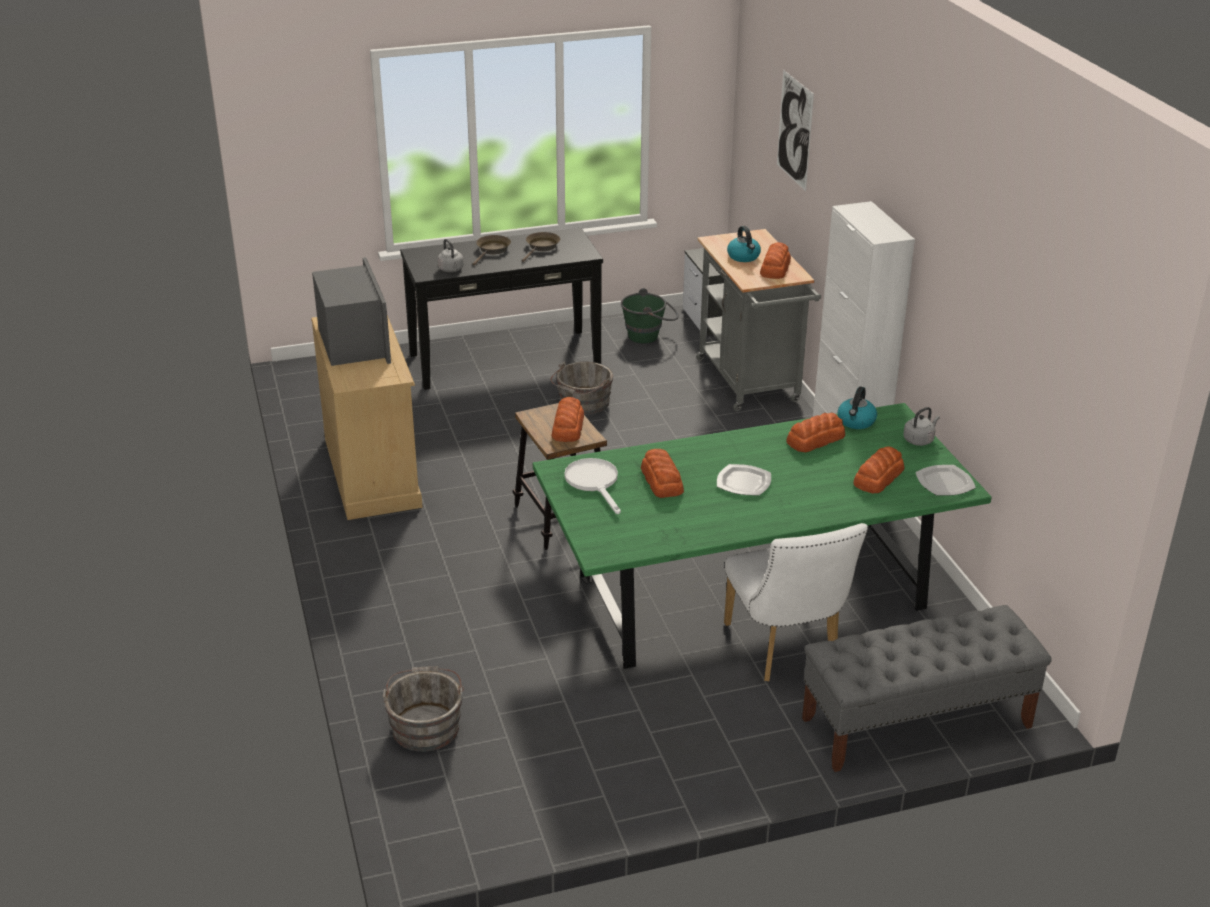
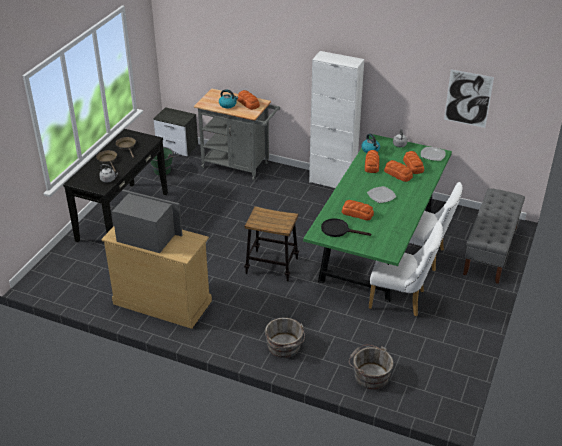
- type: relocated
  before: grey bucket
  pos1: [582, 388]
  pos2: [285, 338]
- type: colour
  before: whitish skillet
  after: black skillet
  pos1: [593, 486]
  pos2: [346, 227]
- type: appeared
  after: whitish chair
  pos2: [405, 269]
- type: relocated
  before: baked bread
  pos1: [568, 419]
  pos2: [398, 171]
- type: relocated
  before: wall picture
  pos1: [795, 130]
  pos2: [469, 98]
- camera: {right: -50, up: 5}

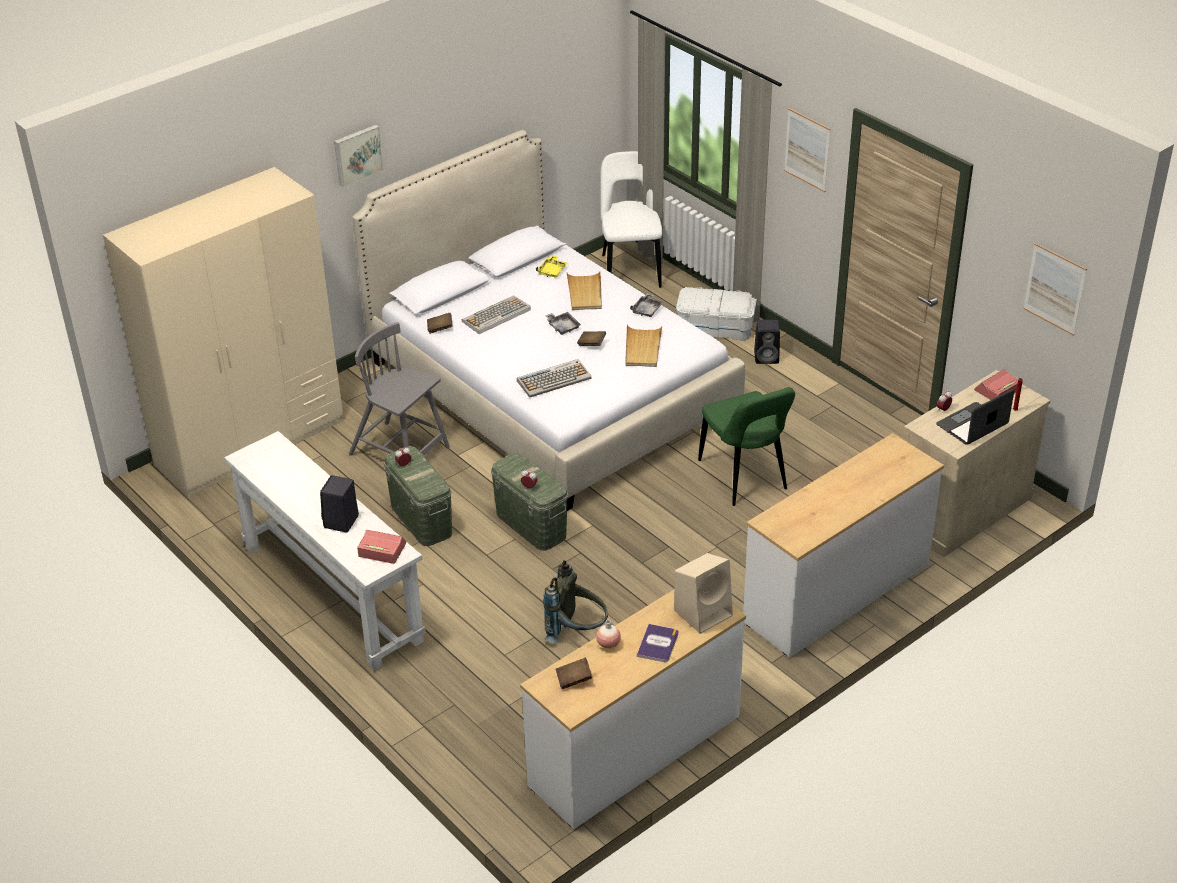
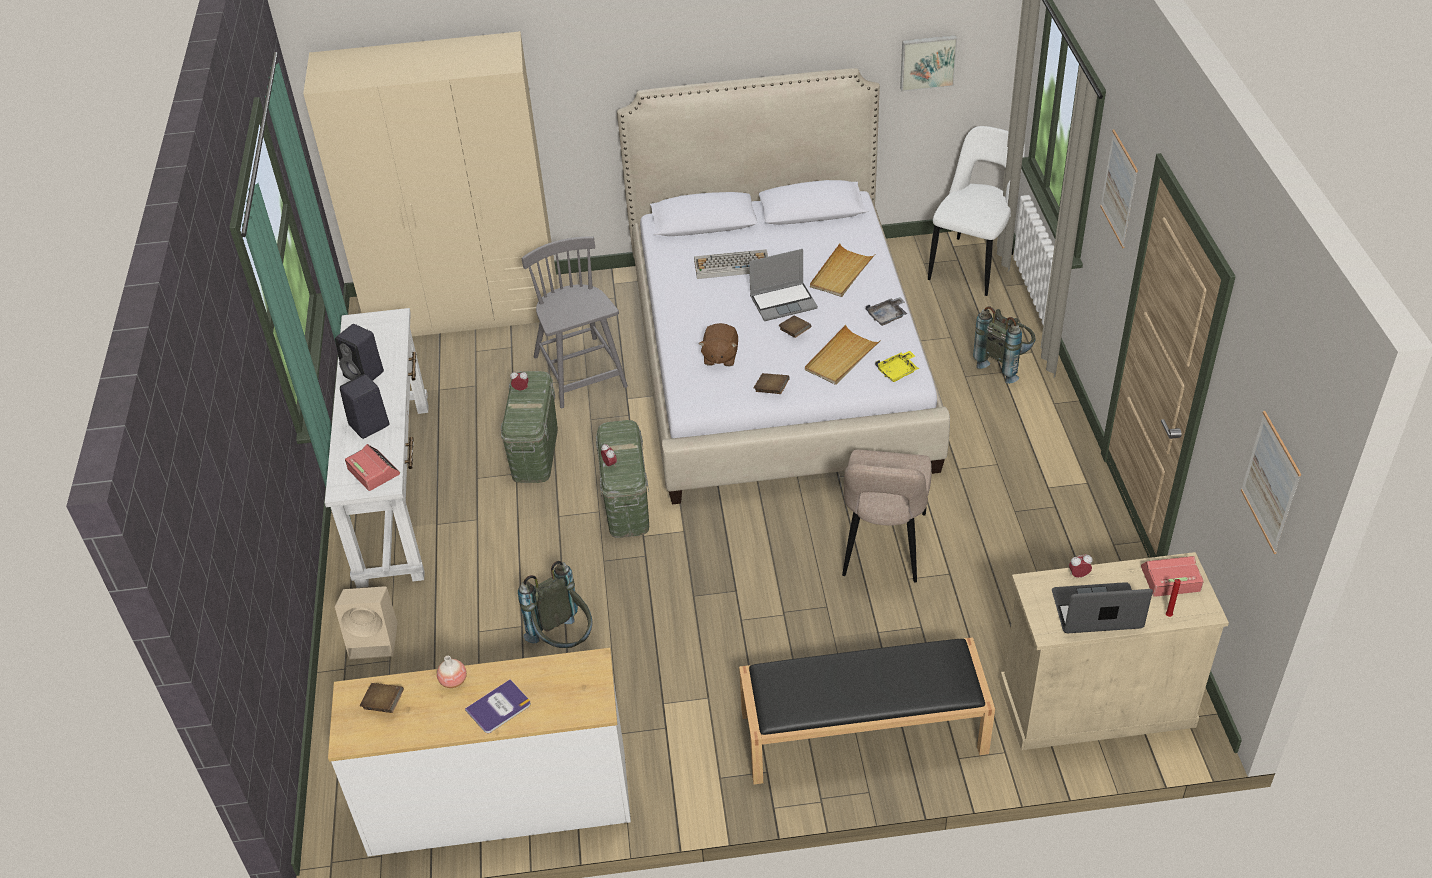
- type: relocated
  before: black audio speaker
  pos1: [767, 342]
  pos2: [359, 352]
- type: relocated
  before: sand-coloured audio speaker
  pos1: [703, 593]
  pos2: [366, 623]
- type: exchanged
  before: computer keyboard
  after: brown soft toy
  pos1: [554, 378]
  pos2: [718, 344]
- type: exchanged
  before: whitish chest of drawers
  after: black long seat
  pos1: [843, 545]
  pos2: [867, 710]
- type: exchanged
  before: grey serving tray
  after: portable computer
  pos1: [563, 323]
  pos2: [783, 285]
- type: relocated
  before: brown volume
  pos1: [440, 323]
  pos2: [772, 383]
- type: colour
  before: green chair
  after: sand-coloured chair
  pos1: [746, 446]
  pos2: [887, 516]
- type: relocated
  before: yellowish serving tray
  pos1: [552, 266]
  pos2: [897, 366]
- type: relocated
  before: wall picture
  pos1: [359, 156]
  pos2: [928, 63]
- type: exchanged
  before: whitish storage box
  after: grey rucksack
  pos1: [716, 314]
  pos2: [1004, 345]
- camera: {right: 35, up: 5}

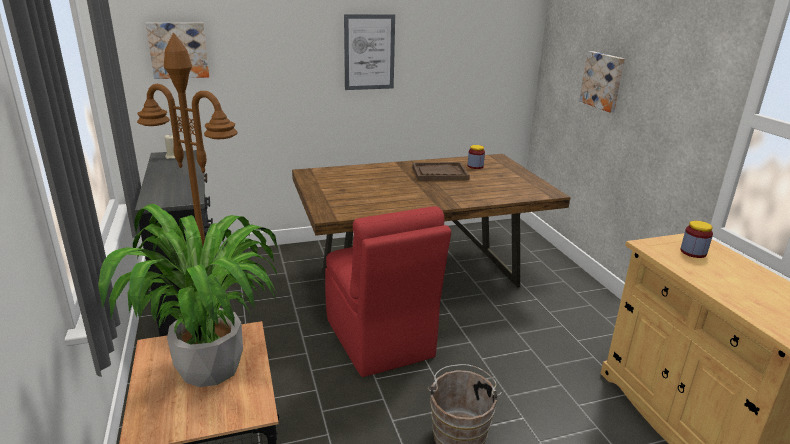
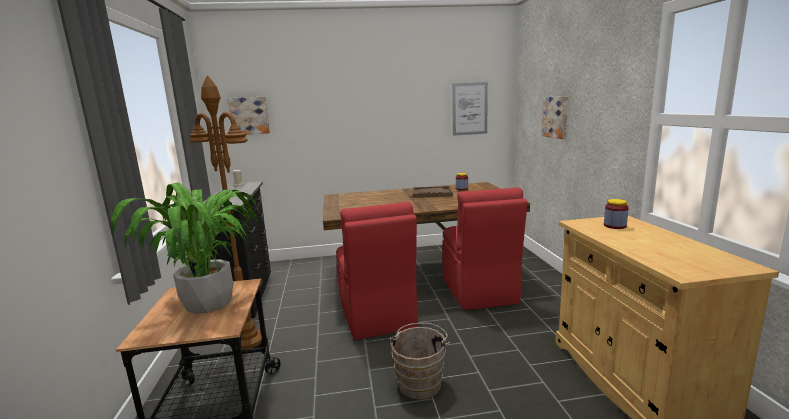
- type: appeared
  after: reddish chair
  pos2: [485, 248]
- type: relocated
  before: wall picture
  pos1: [369, 52]
  pos2: [470, 109]
- camera: {right: 10, up: -10}

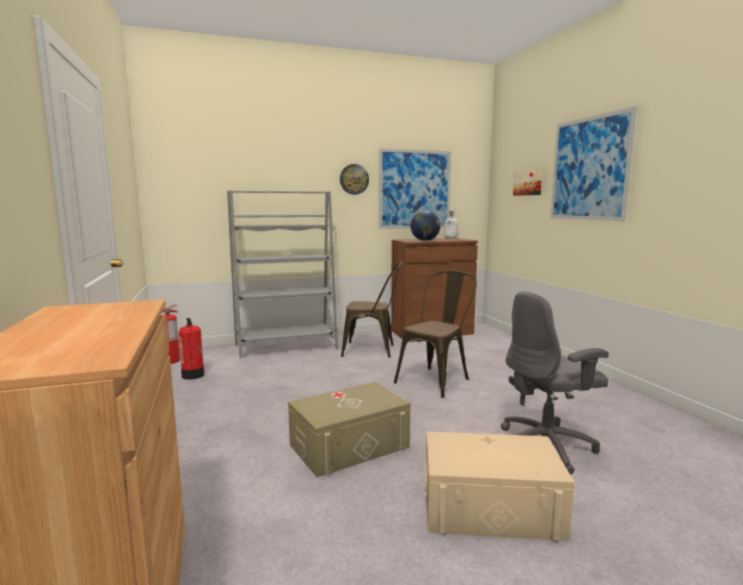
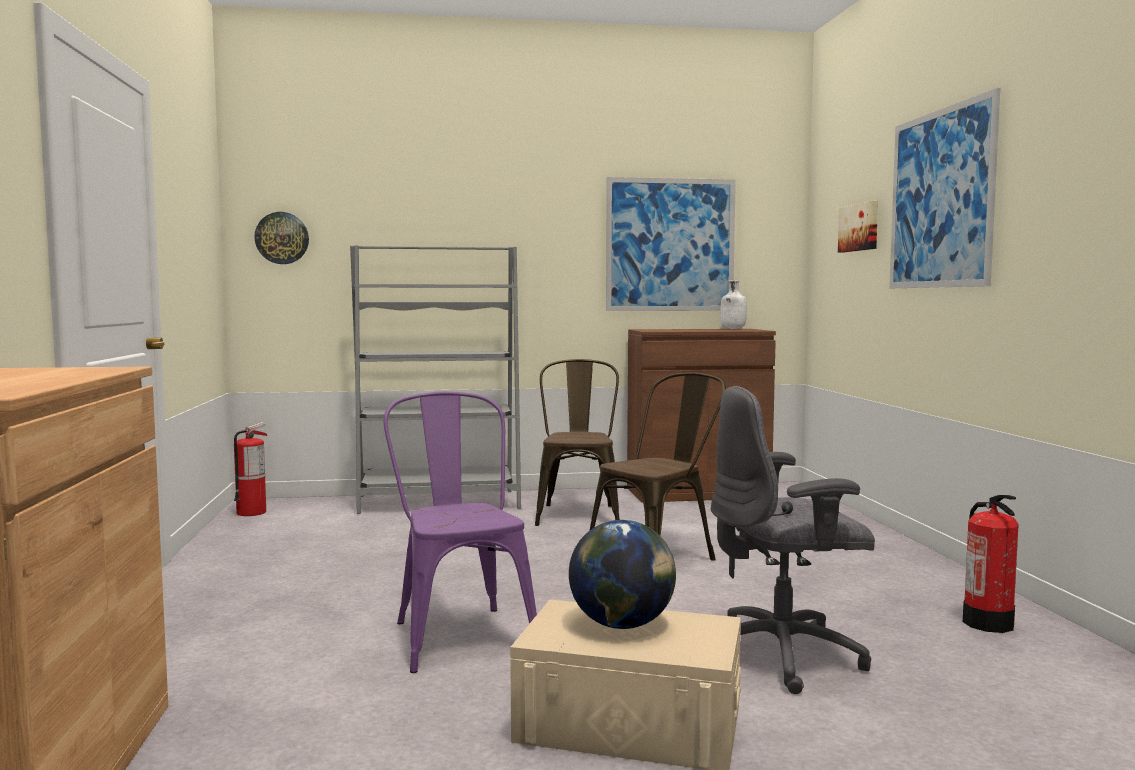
- type: relocated
  before: clock on the wall
  pos1: [354, 179]
  pos2: [281, 238]
- type: exchanged
  before: sand-coloured storage box
  after: purplish chair
  pos1: [349, 429]
  pos2: [460, 532]
- type: spun
  before: brown chair
  pos1: [371, 310]
  pos2: [577, 442]
  turn: -105
- type: relocated
  before: world globe
  pos1: [426, 226]
  pos2: [622, 574]
- type: relocated
  before: fire-fighting cylinder
  pos1: [191, 349]
  pos2: [991, 564]
- camera: {right: 10, up: -5}

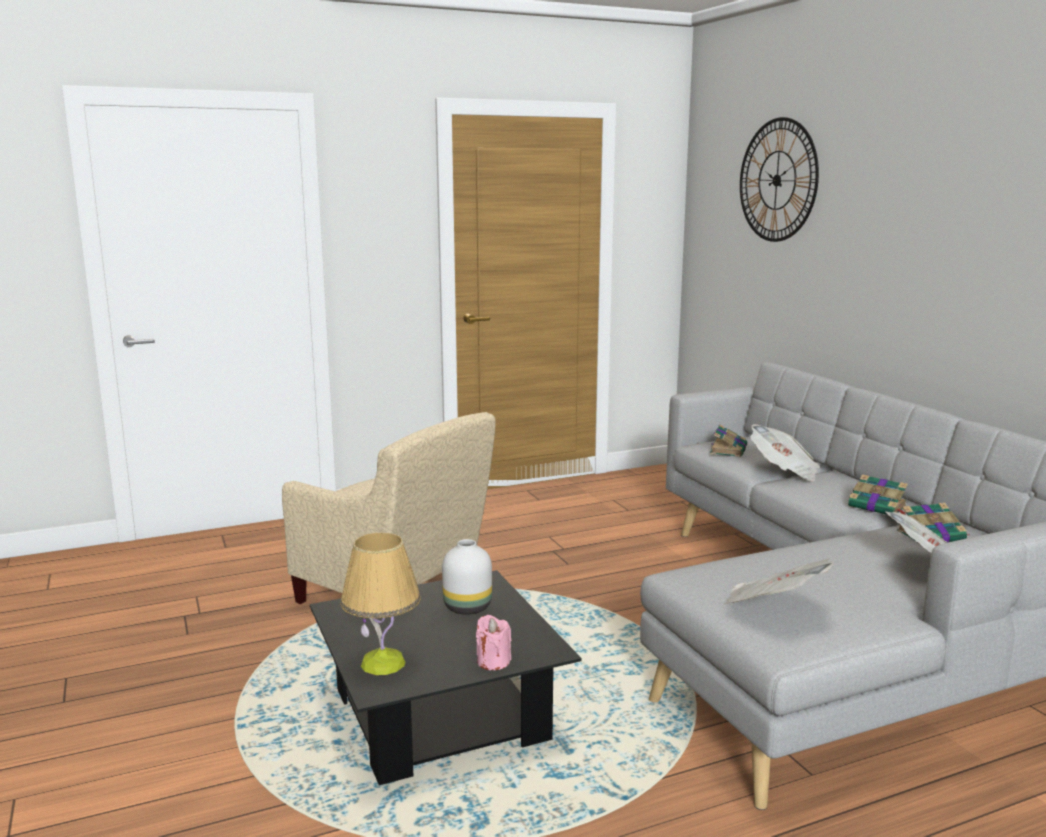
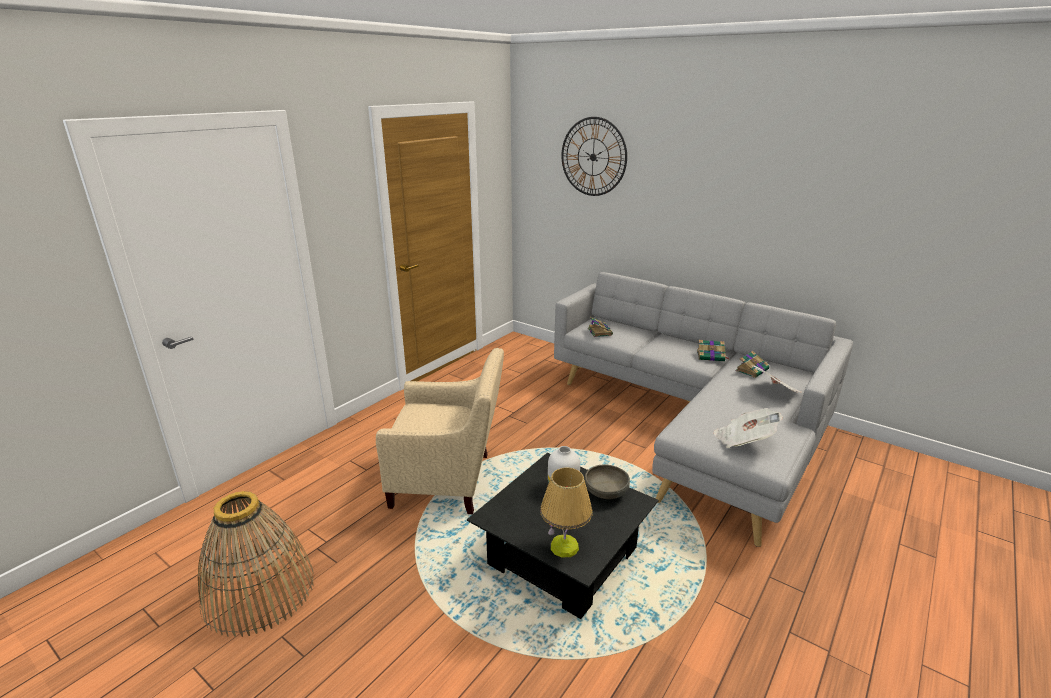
- type: appeared
  after: storage basket
  pos2: [256, 564]
- type: appeared
  after: grey serving bowl
  pos2: [607, 482]
- type: missing
  before: pink-coloured wax candle
  pos1: [493, 642]
- type: missing
  before: printed paper
  pos1: [785, 452]
- camera: {right: -30, up: 10}

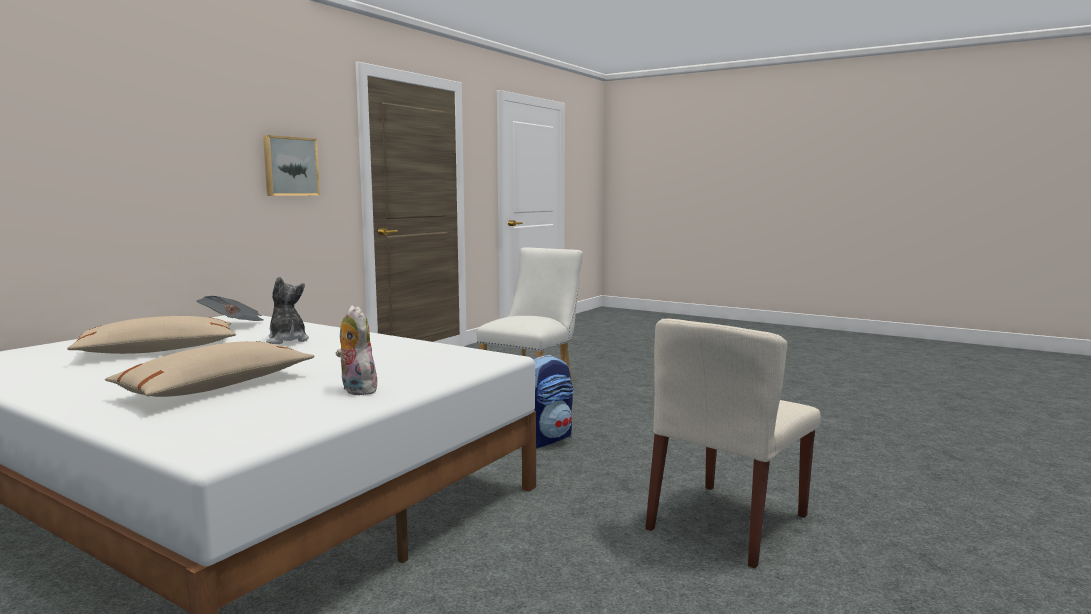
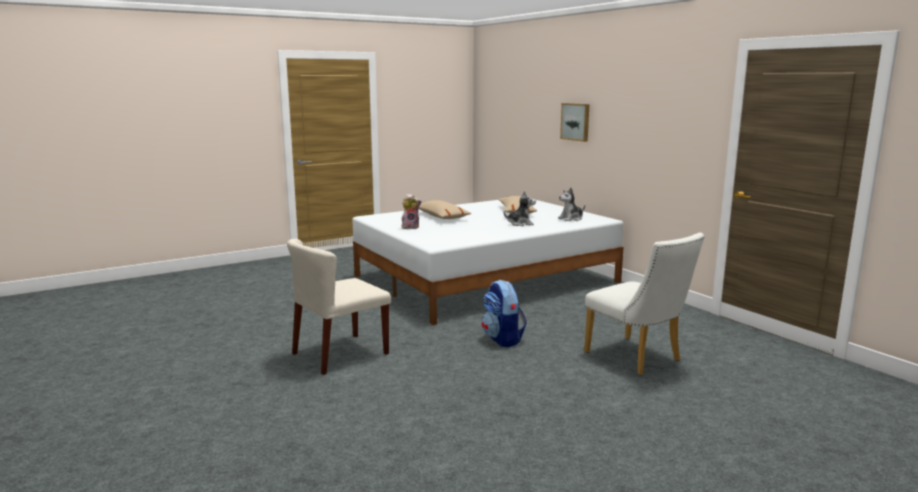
- type: spun
  before: sand-coloured chair
  pos1: [733, 443]
  pos2: [339, 307]
  turn: -105
- type: exchanged
  before: printed paper
  after: soft toy
  pos1: [230, 308]
  pos2: [571, 204]
- type: relocated
  before: wall picture
  pos1: [291, 165]
  pos2: [575, 122]
- camera: {right: 115, up: 5}

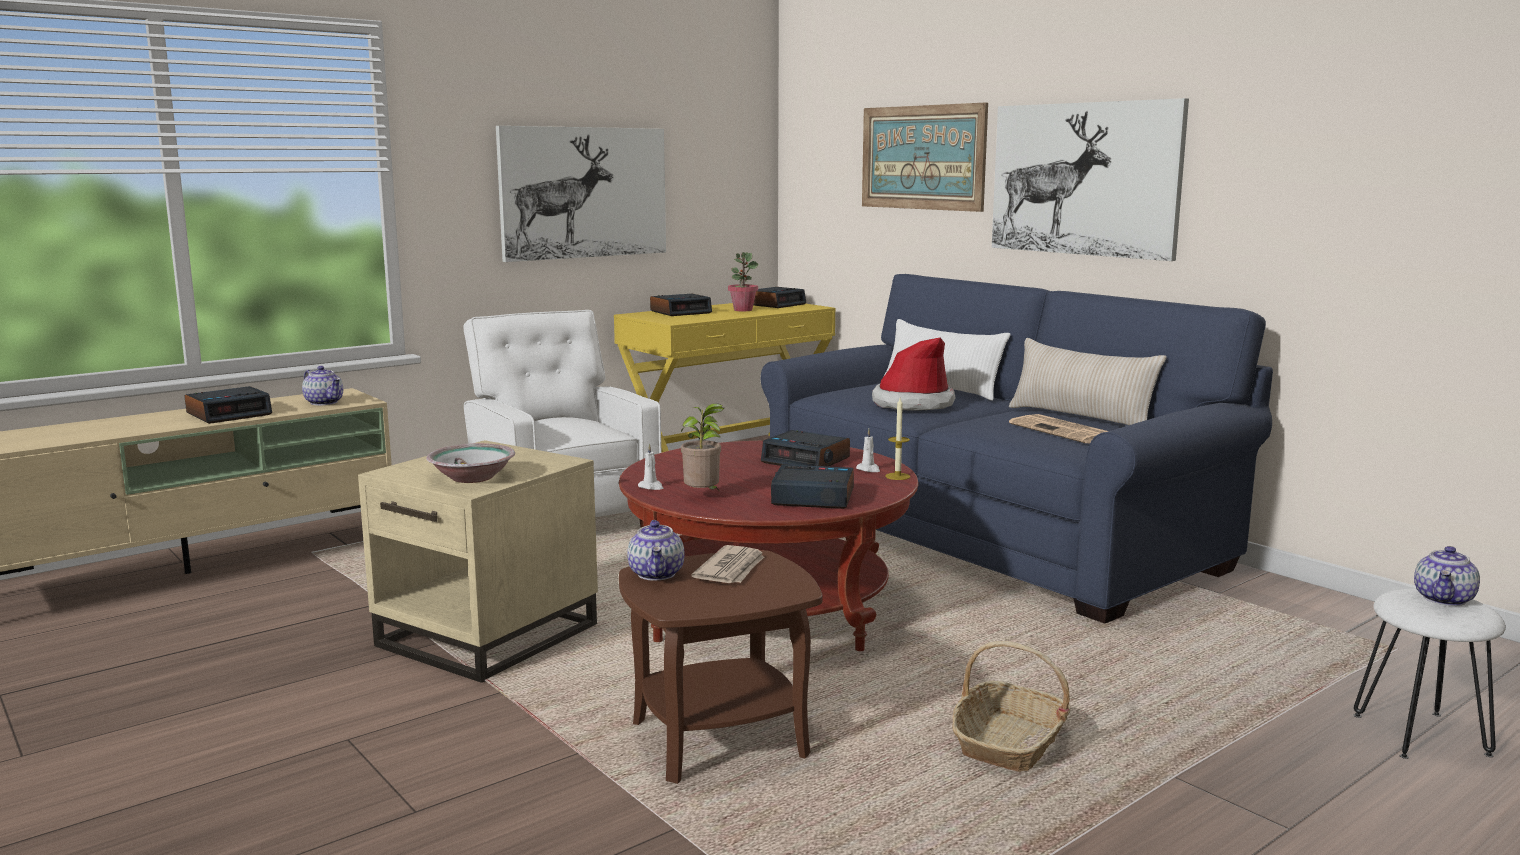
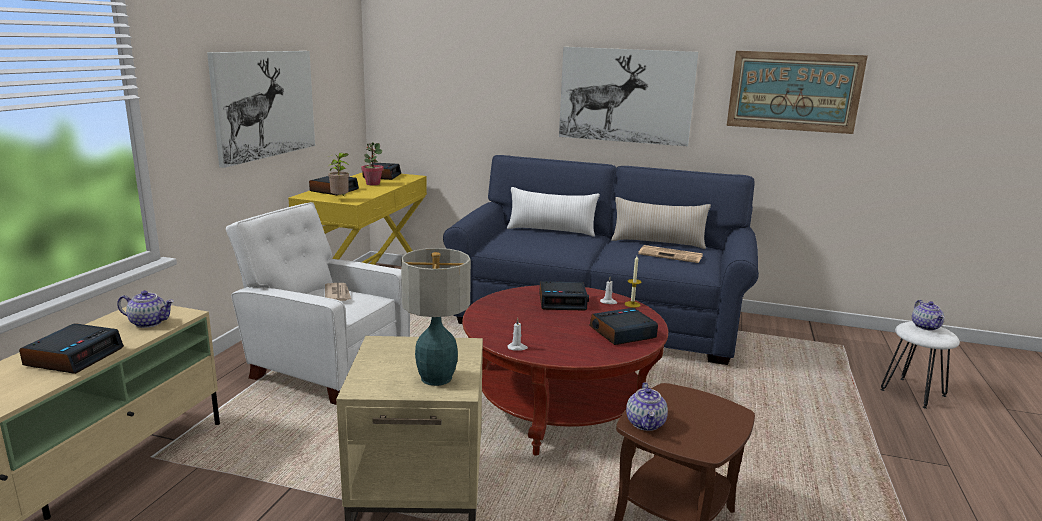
- type: relocated
  before: printed paper
  pos1: [727, 564]
  pos2: [338, 292]
- type: relocated
  before: plant in a pot
  pos1: [702, 446]
  pos2: [338, 175]
- type: exchanged
  before: serving bowl
  after: table lamp
  pos1: [470, 463]
  pos2: [436, 317]
- type: spun
  before: tea pot
  pos1: [656, 550]
  pos2: [647, 406]
  turn: 45
- type: relocated
  before: wall picture
  pos1: [925, 157]
  pos2: [797, 92]
- type: missing
  before: hat
  pos1: [914, 374]
- type: missing
  before: storage basket
  pos1: [1011, 706]
- camera: {right: -35, up: 5}

